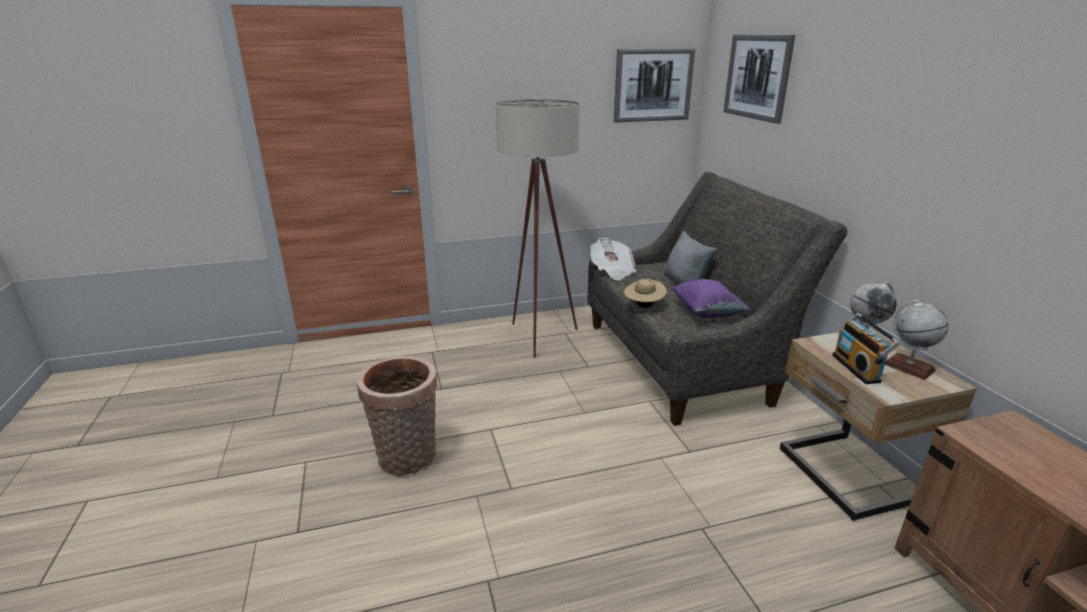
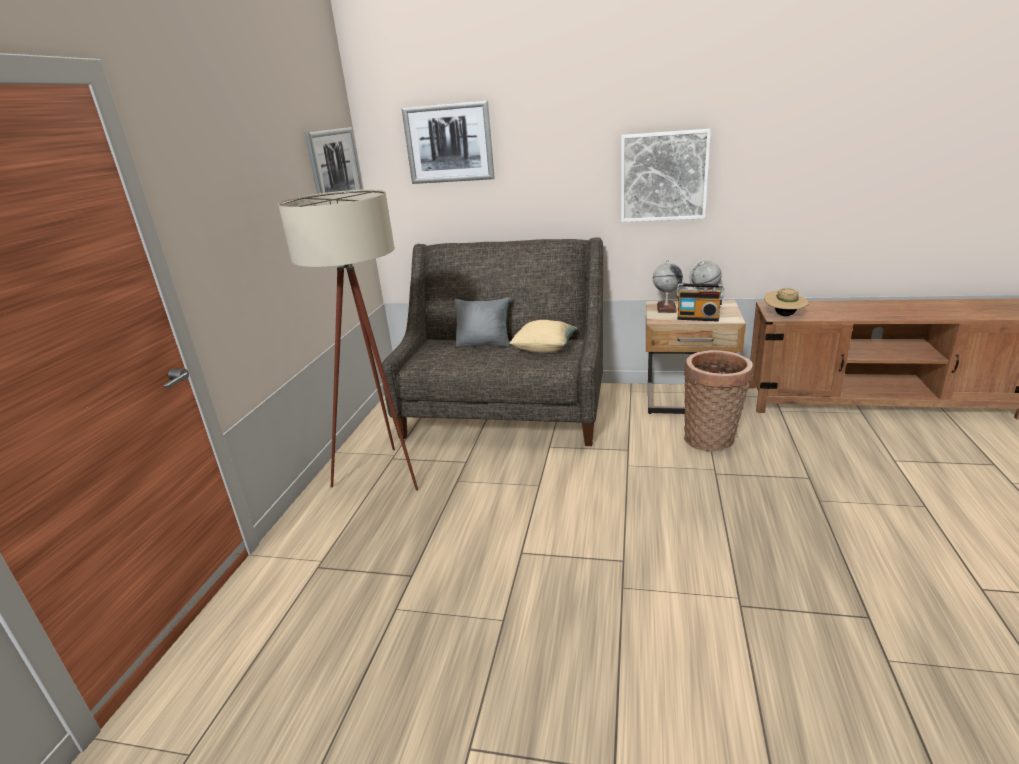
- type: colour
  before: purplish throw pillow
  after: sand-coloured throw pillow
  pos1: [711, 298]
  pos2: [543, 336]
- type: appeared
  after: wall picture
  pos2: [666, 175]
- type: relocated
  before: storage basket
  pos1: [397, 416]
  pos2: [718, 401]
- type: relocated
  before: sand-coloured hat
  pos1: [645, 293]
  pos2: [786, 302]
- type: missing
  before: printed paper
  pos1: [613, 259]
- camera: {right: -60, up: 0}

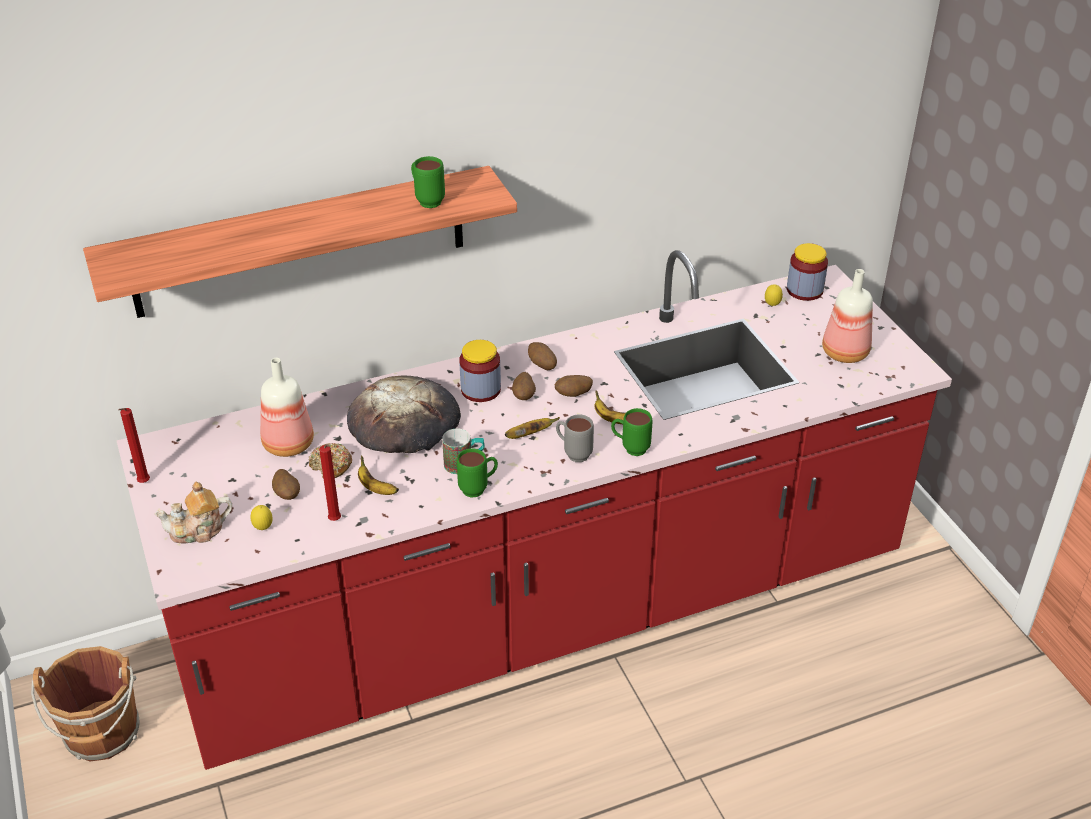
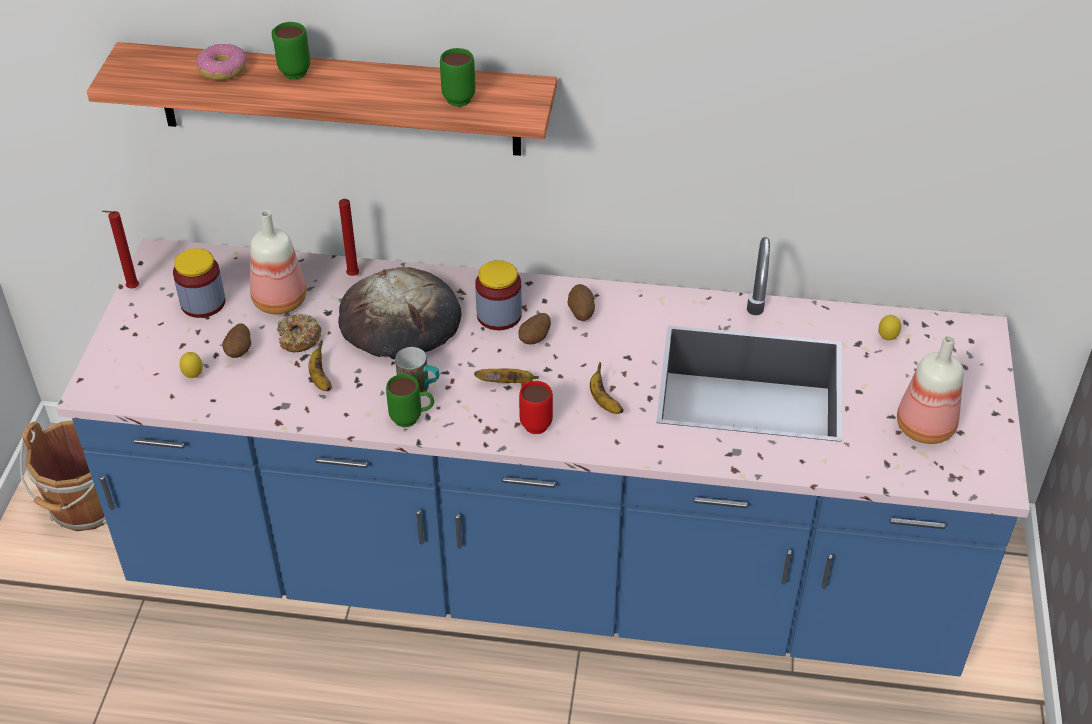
- type: colour
  before: reddish kitchen counter
  after: bluish kitchen counter
  pos1: [534, 510]
  pos2: [543, 457]
- type: relocated
  before: preserve jar
  pos1: [807, 272]
  pos2: [199, 283]
- type: appeared
  after: donut
  pos2: [221, 62]
- type: relocated
  before: green mug
  pos1: [631, 432]
  pos2: [291, 50]
- type: relocated
  before: reddish wax candle
  pos1: [330, 482]
  pos2: [349, 237]
- type: colour
  before: grey mug
  after: reddish mug
  pos1: [575, 438]
  pos2: [536, 407]
- type: missing
  before: tea pot
  pos1: [193, 513]
- type: missing
  before: potato
  pos1: [574, 386]
- camera: {right: 30, up: 5}

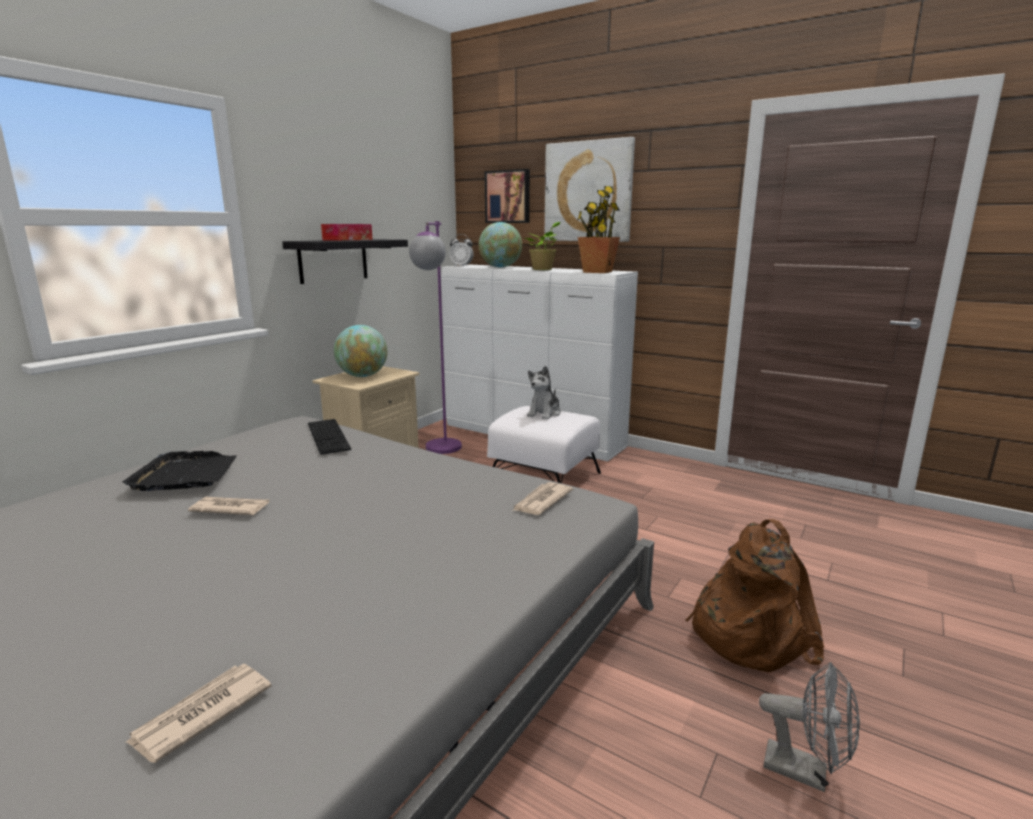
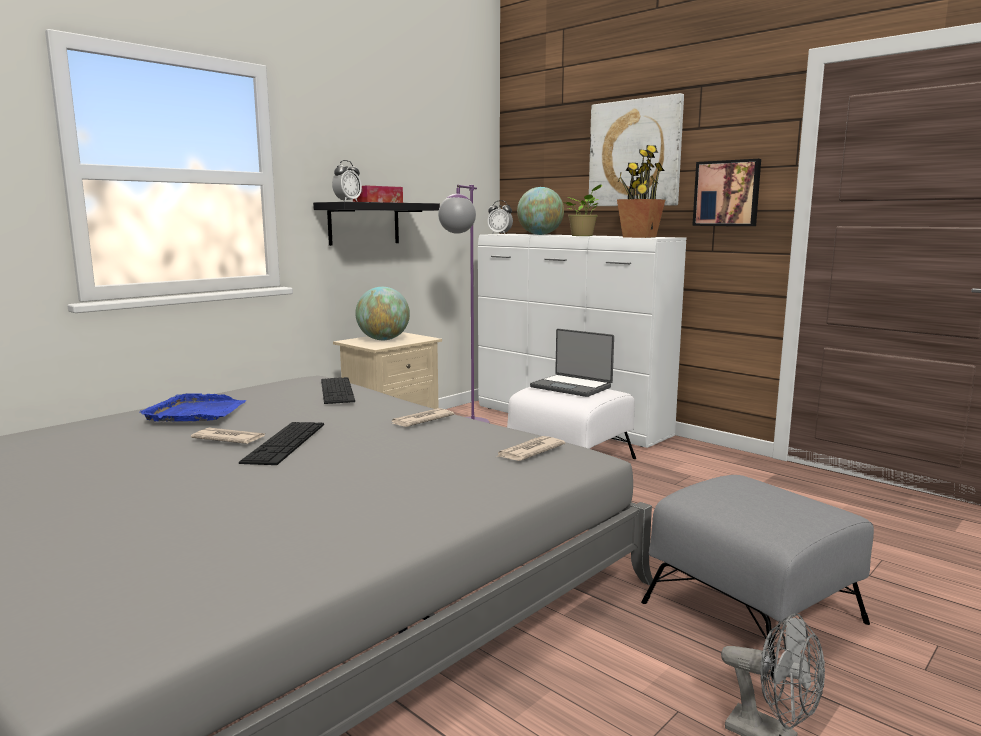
- type: colour
  before: black serving tray
  after: bluish serving tray
  pos1: [180, 471]
  pos2: [193, 407]
- type: appeared
  after: computer keyboard
  pos2: [281, 443]
- type: appeared
  after: alarm clock
  pos2: [347, 181]
- type: relocated
  before: printed paper
  pos1: [199, 713]
  pos2: [422, 417]
- type: exchanged
  before: soft toy
  after: portable computer
  pos1: [544, 393]
  pos2: [572, 363]
- type: exchanged
  before: brown rucksack
  after: grey pouffe
  pos1: [755, 595]
  pos2: [757, 578]
- type: relocated
  before: wall picture
  pos1: [507, 196]
  pos2: [726, 192]
- camera: {right: 10, up: -5}

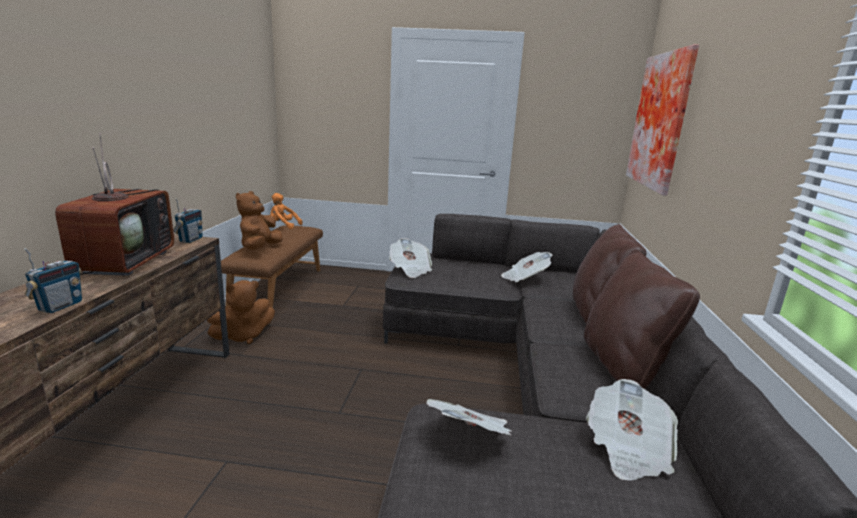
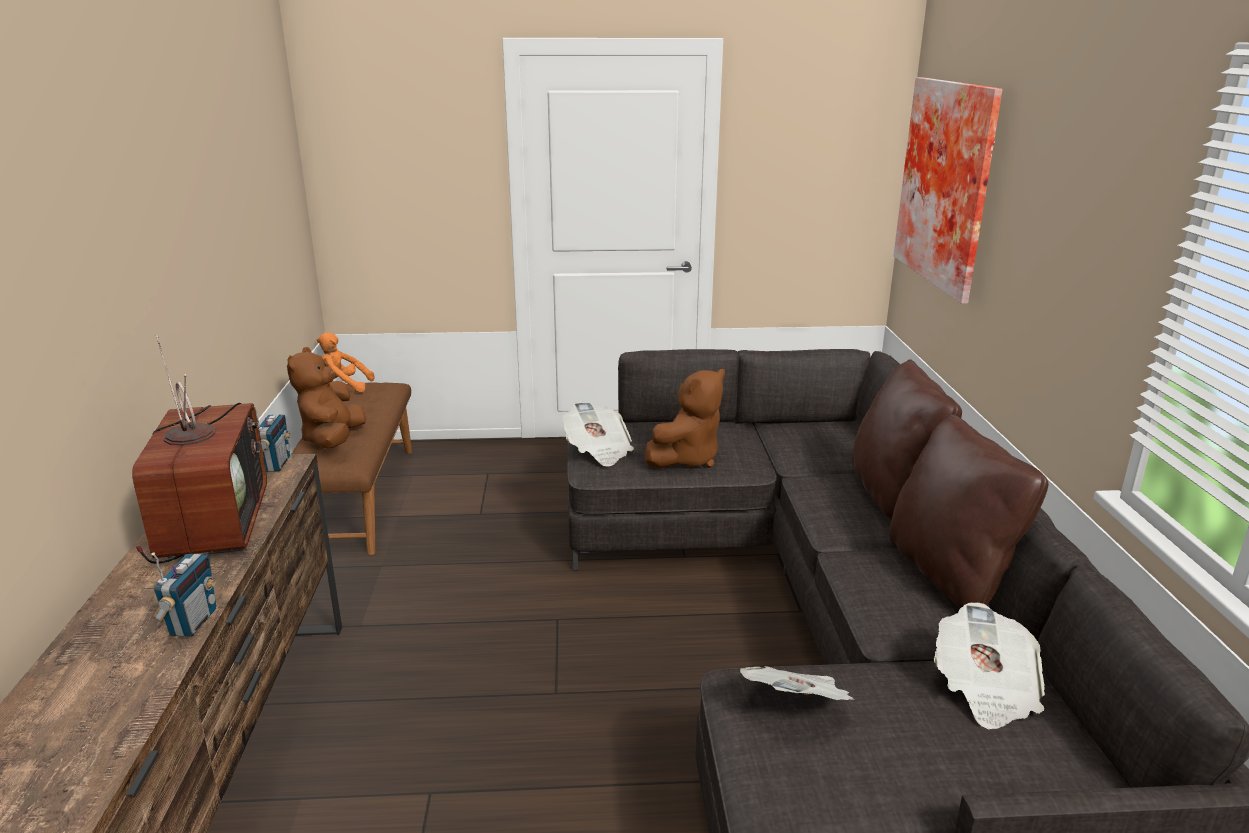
- type: relocated
  before: brown soft toy
  pos1: [241, 312]
  pos2: [685, 418]
- type: missing
  before: printed paper
  pos1: [527, 267]
- camera: {right: -10, up: 5}

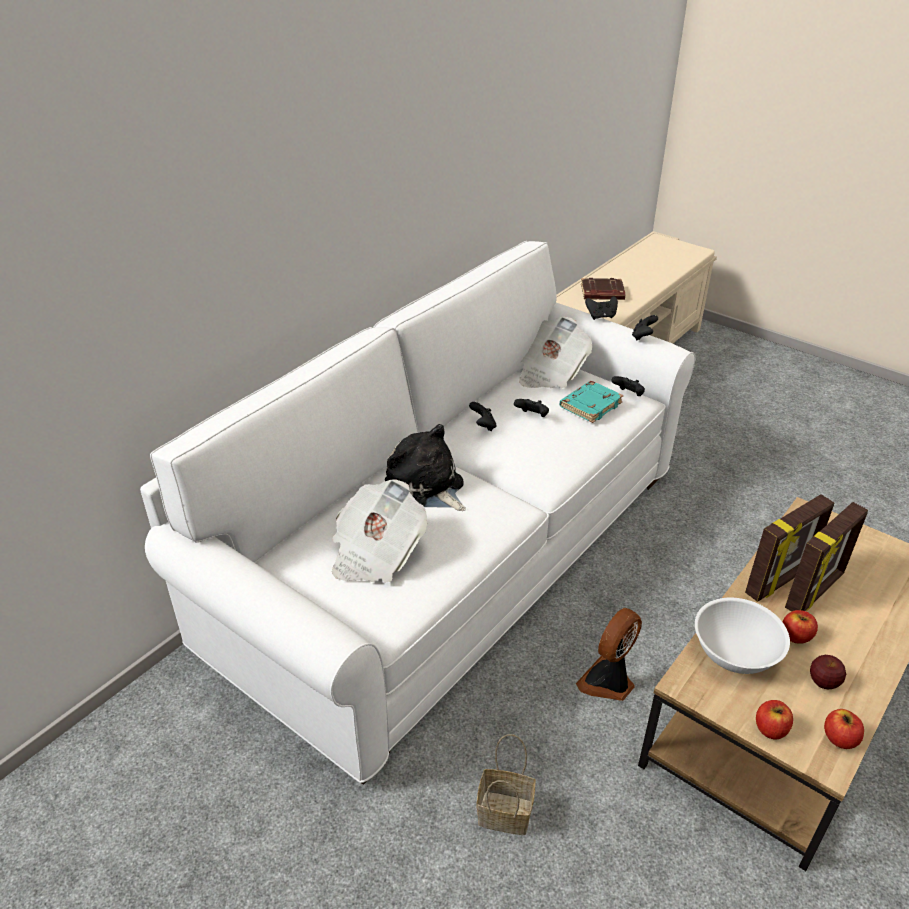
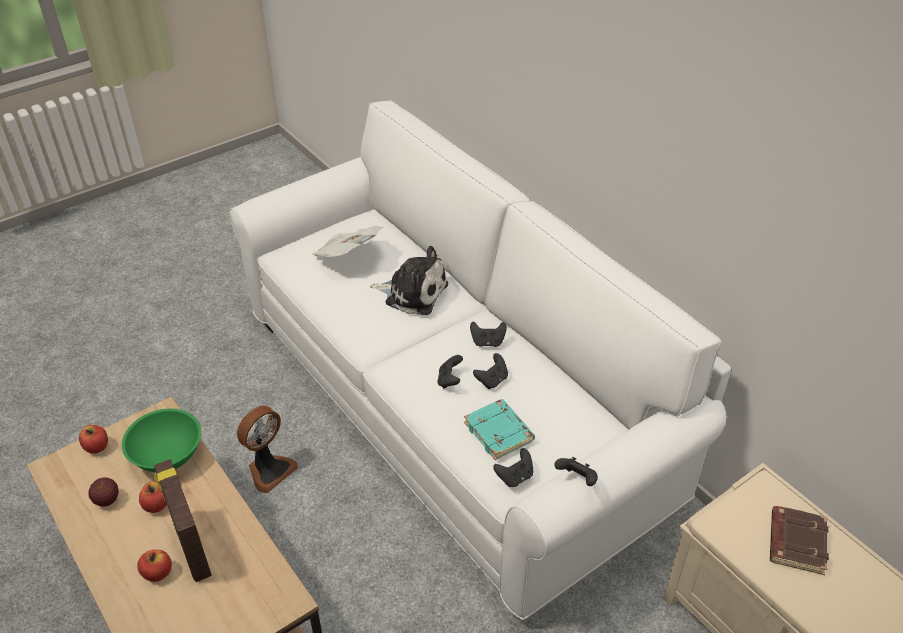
- type: colour
  before: whitish serving bowl
  after: green serving bowl
  pos1: [742, 635]
  pos2: [161, 440]
- type: relocated
  before: apple
  pos1: [844, 729]
  pos2: [154, 566]
- type: spun
  before: fan
  pos1: [609, 654]
  pos2: [267, 449]
  turn: 75
- type: spun
  before: soft toy
  pos1: [425, 467]
  pos2: [409, 280]
  turn: 45
- type: relocated
  before: black joypad
  pos1: [601, 308]
  pos2: [450, 371]
- type: missing
  before: storage basket
  pos1: [505, 784]
- type: missing
  before: printed paper
  pos1: [555, 352]
- type: missing
  before: standing frame
  pos1: [789, 548]
- camera: {right: 105, up: 5}

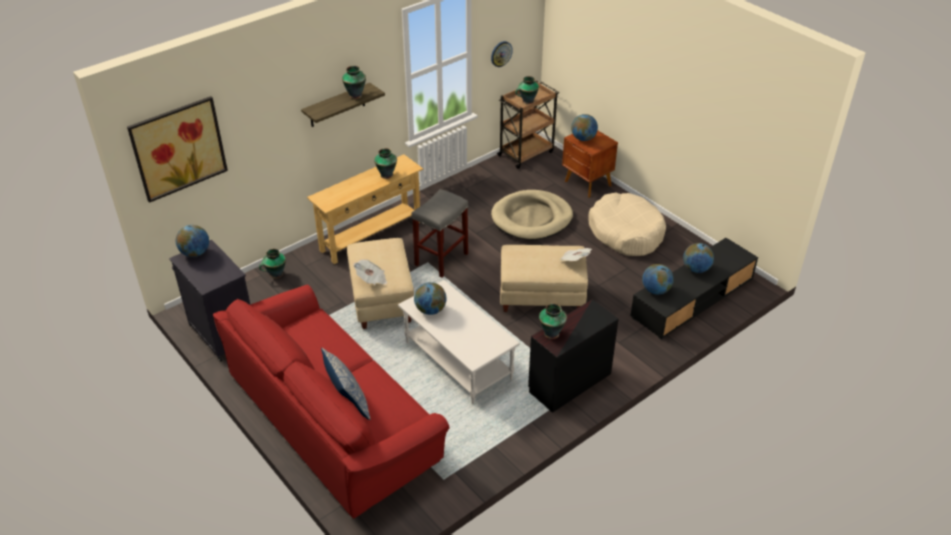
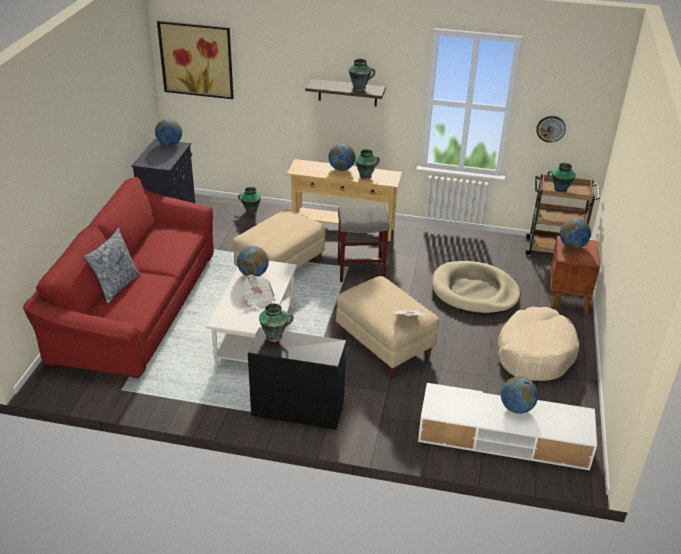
- type: relocated
  before: printed paper
  pos1: [370, 272]
  pos2: [258, 293]
- type: relocated
  before: world globe
  pos1: [658, 279]
  pos2: [342, 157]
- type: colour
  before: black tv stand
  after: whitish tv stand
  pos1: [694, 289]
  pos2: [507, 427]
- camera: {right: 50, up: -5}

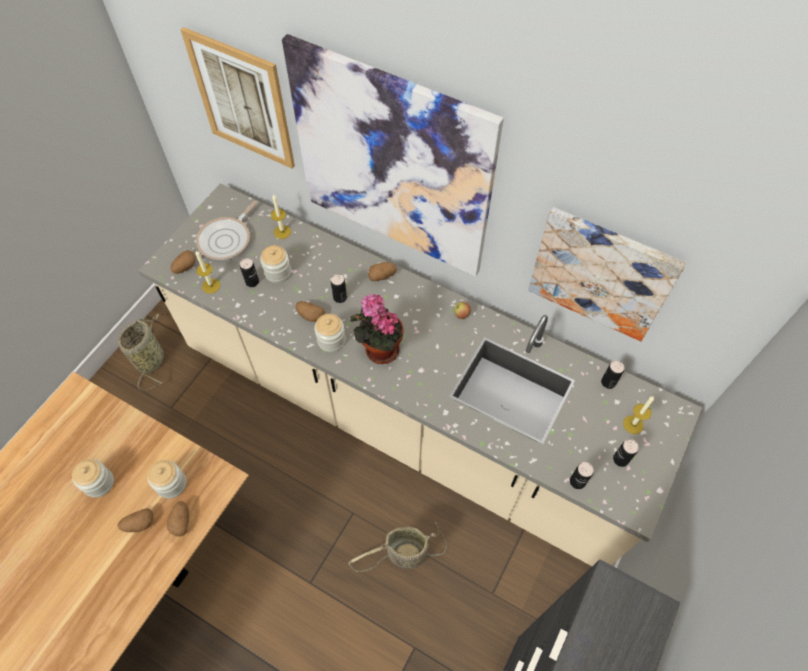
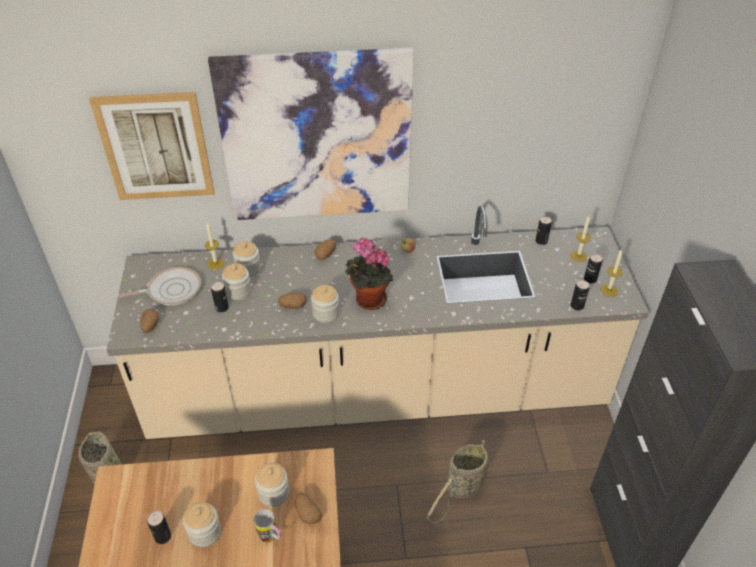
- type: spun
  before: skillet
  pos1: [227, 230]
  pos2: [159, 286]
  turn: -105
- type: relocated
  before: can
  pos1: [339, 288]
  pos2: [159, 527]
- type: appeared
  after: preserve jar
  pos2: [247, 259]
- type: exchanged
  before: potato
  after: mug
  pos1: [135, 520]
  pos2: [267, 526]
- type: relocated
  before: wax candle
  pos1: [207, 272]
  pos2: [611, 273]
- type: missing
  before: wall picture
  pos1: [607, 274]
- camera: {right: -35, up: -15}

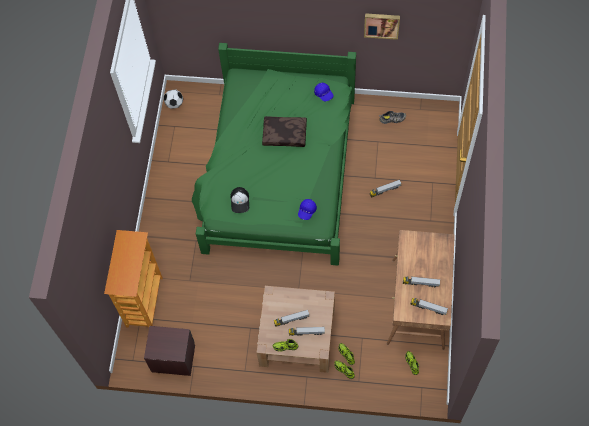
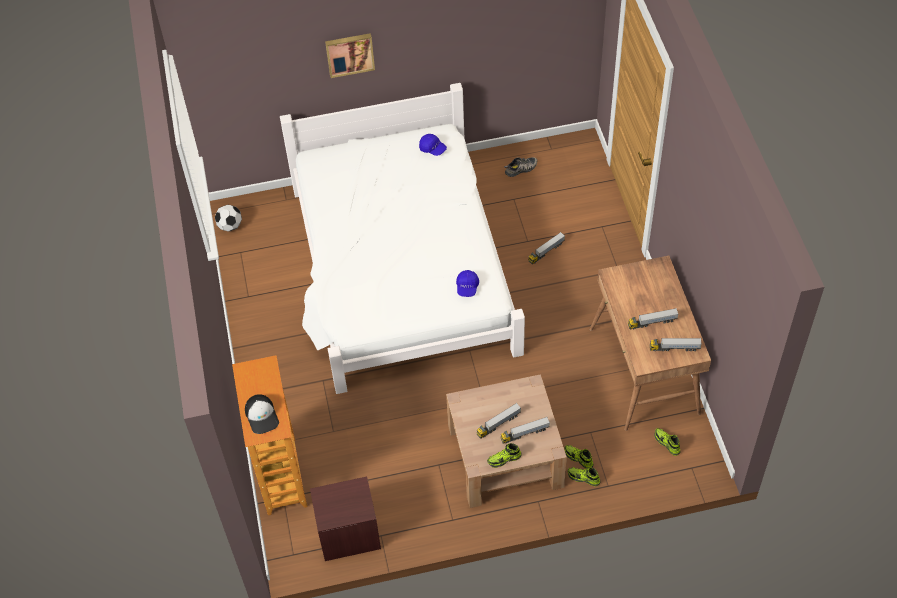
- type: relocated
  before: cap
  pos1: [239, 200]
  pos2: [262, 414]
- type: colour
  before: green sleeping bed
  after: whitish sleeping bed
  pos1: [274, 154]
  pos2: [402, 238]
- type: relocated
  before: wall picture
  pos1: [382, 26]
  pos2: [350, 55]
- type: missing
  before: brown throw pillow
  pos1: [284, 131]
- camera: {right: -20, up: -10}

